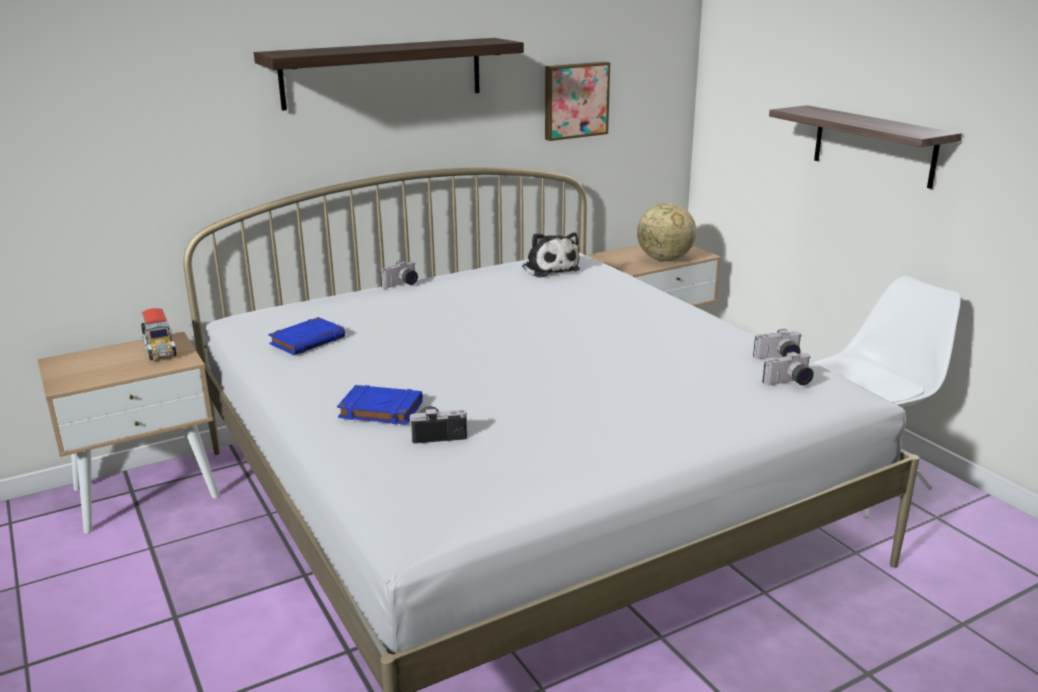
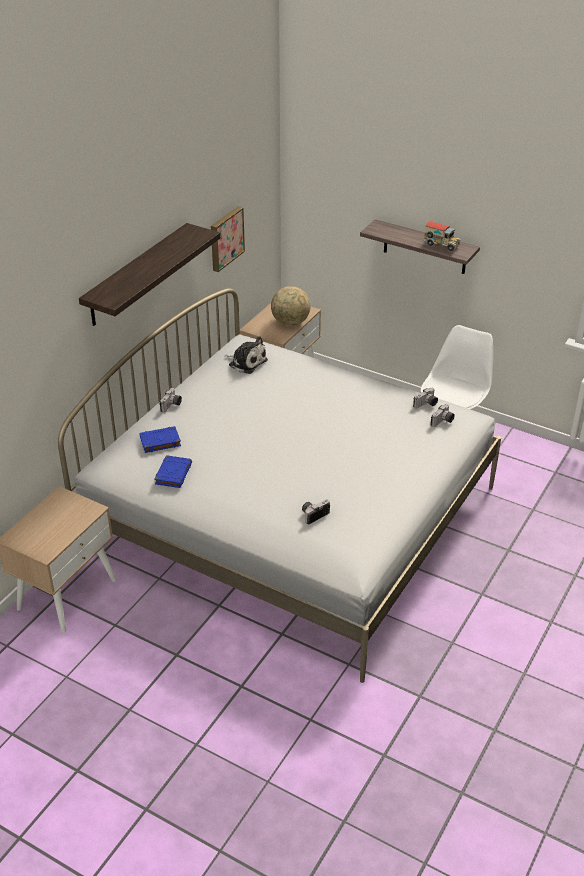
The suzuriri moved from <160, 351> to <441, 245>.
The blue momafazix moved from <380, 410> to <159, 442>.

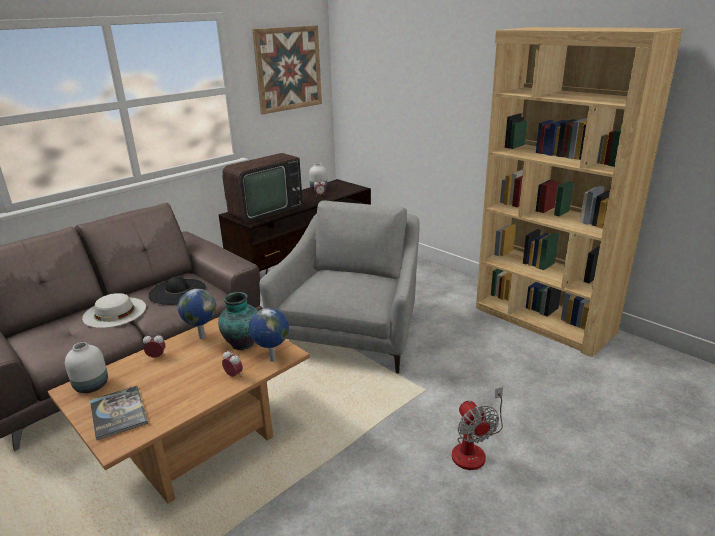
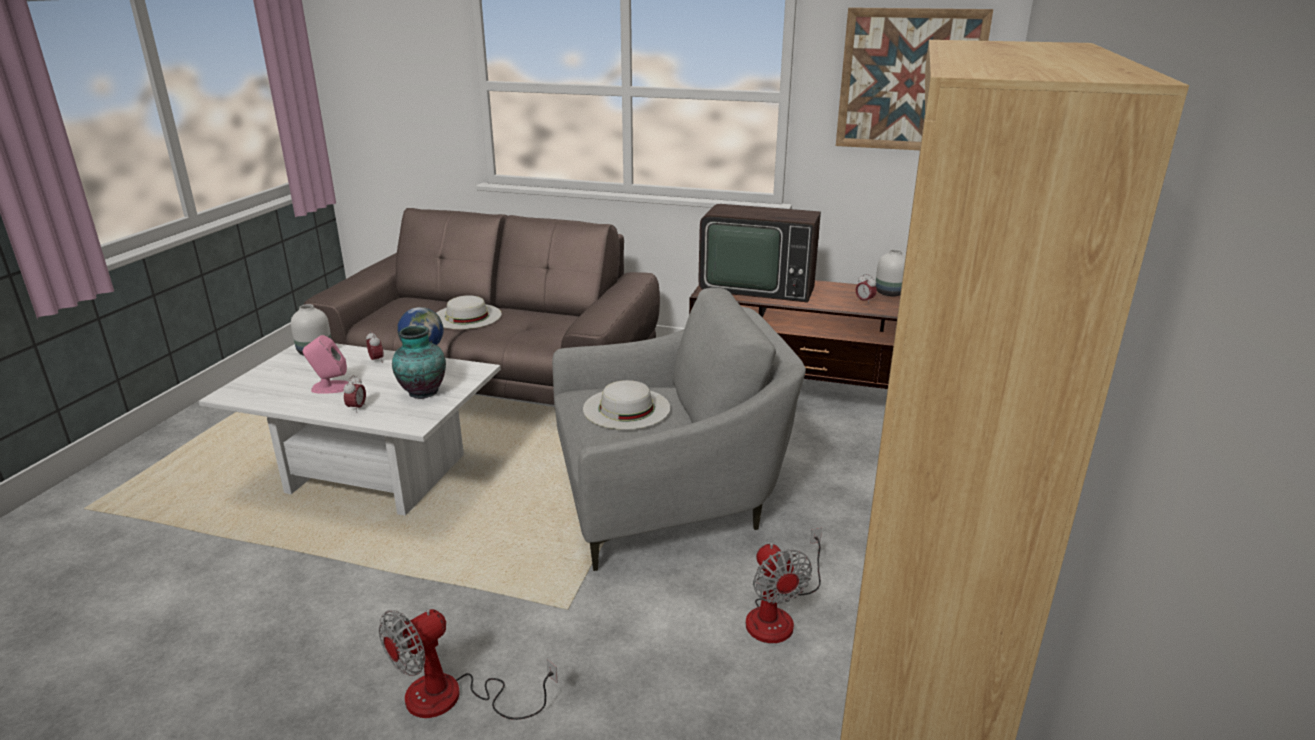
The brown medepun at <198, 446> became the white medepun at <372, 476>.
The momafazix at <118, 413> disappeared.
The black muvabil at <177, 291> disappeared.
The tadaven at <271, 360> disappeared.
The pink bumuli at <330, 387> appeared.
The white muvabil at <626, 408> appeared.
The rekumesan at <778, 615> appeared.

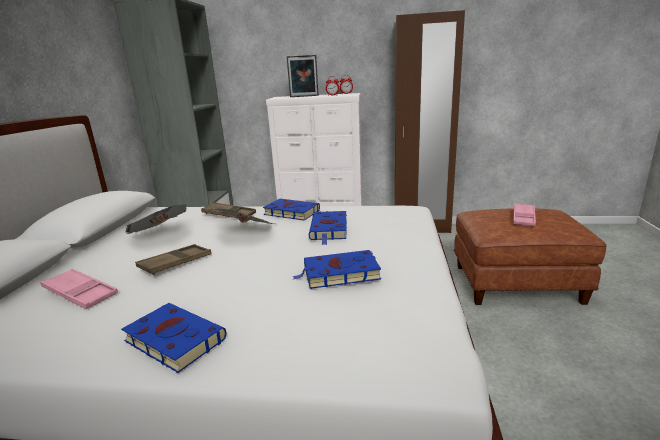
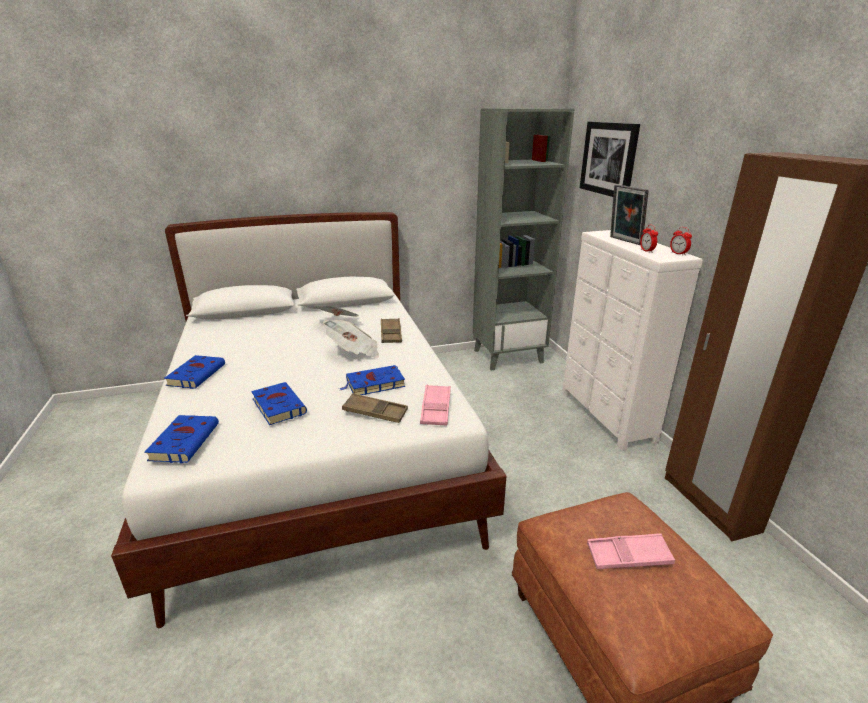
The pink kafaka moved from <80, 293> to <436, 409>.
The brown kafaka moved from <176, 263> to <375, 412>.
The blue momafazix moved from <290, 212> to <185, 441>.
The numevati at <609, 159> appeared.

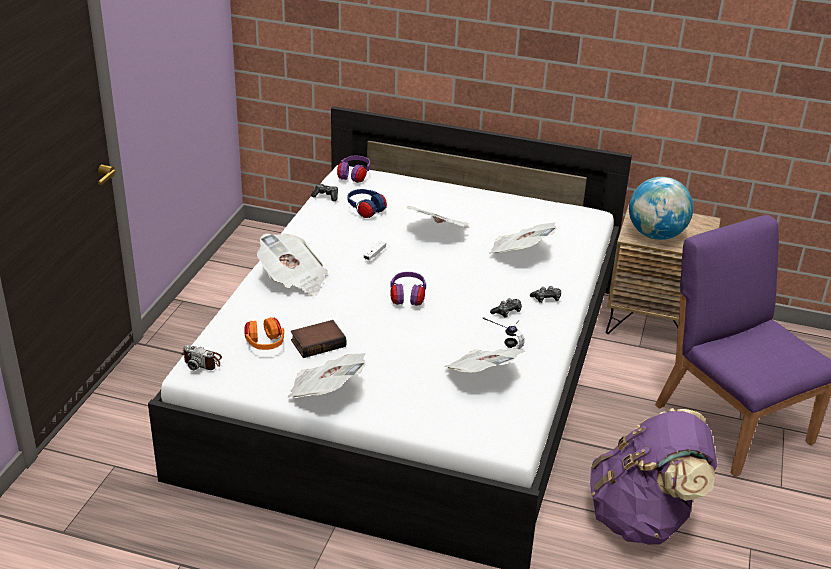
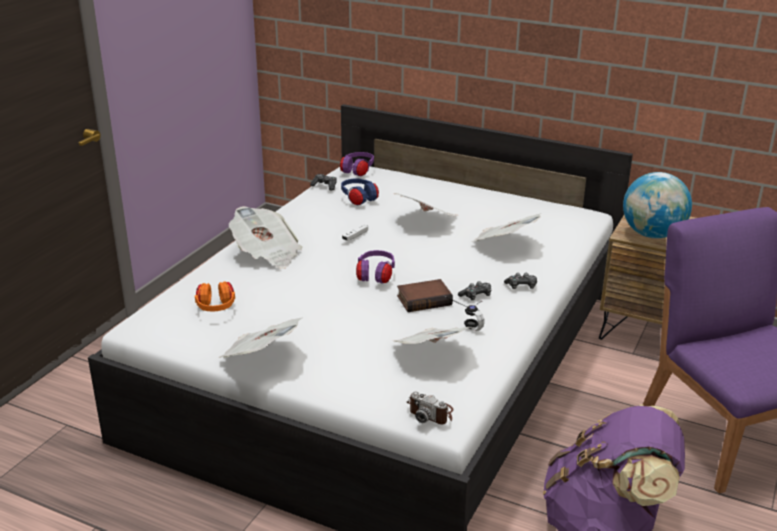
The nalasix moved from <203, 361> to <431, 412>.
The momafazix moved from <318, 342> to <424, 299>.

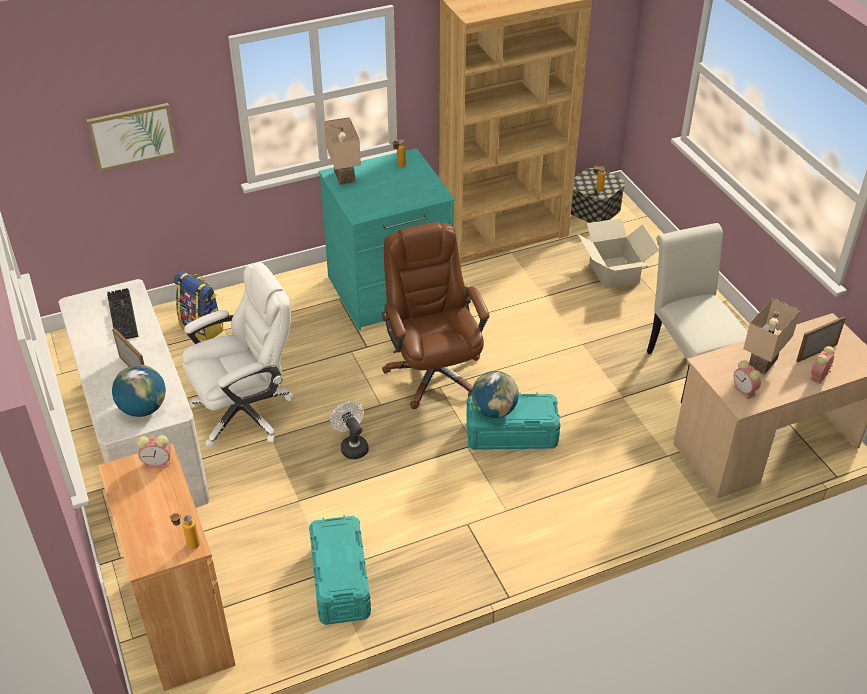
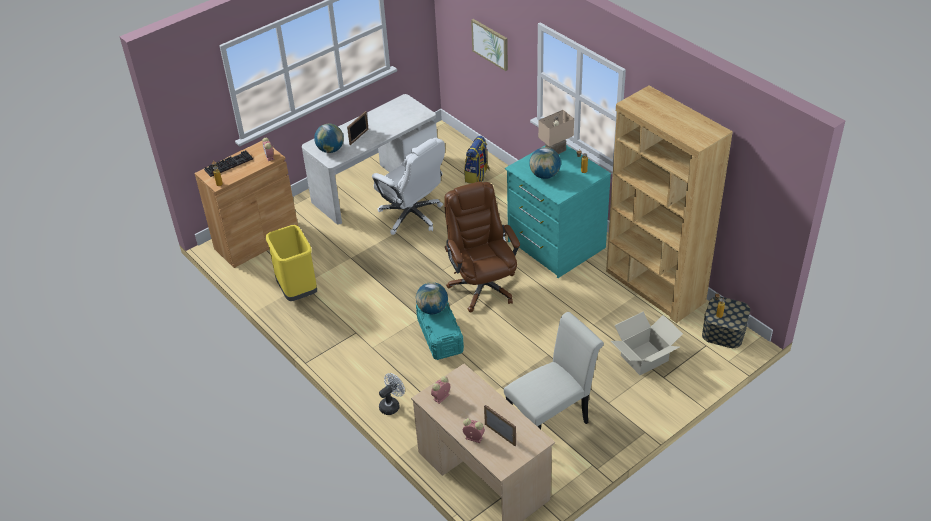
The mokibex moved from <121, 315> to <229, 164>.
The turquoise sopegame at <340, 581> was replaced by the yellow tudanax at <297, 290>.
The white rekumesan moved from <352, 446> to <392, 405>.
The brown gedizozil at <433, 373> turned 75 degrees counterclockwise.
The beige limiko at <761, 362> disappeared.
The tadaven at <544, 175> appeared.

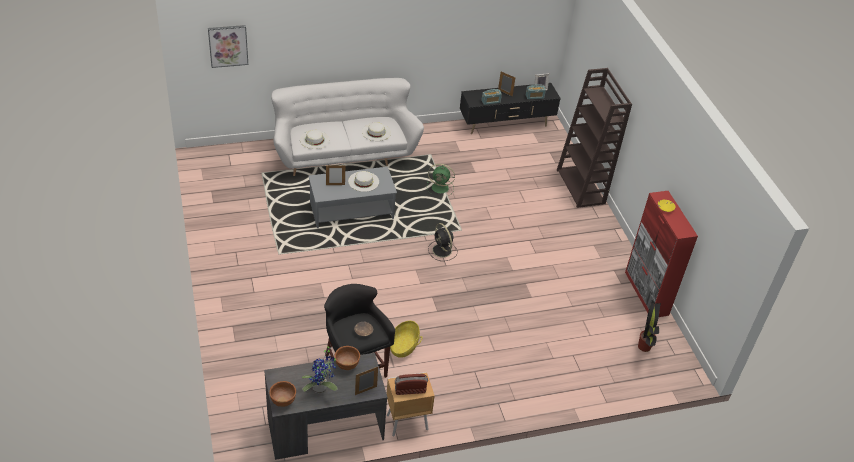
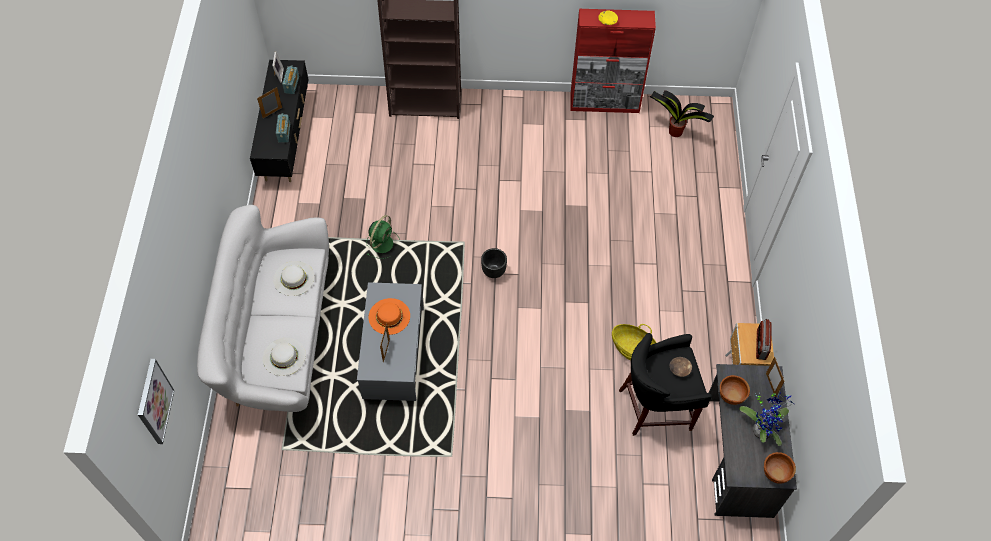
The white muvabil at <363, 181> became the orange muvabil at <389, 316>.
The black rekumesan at <442, 251> was replaced by the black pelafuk at <494, 271>.

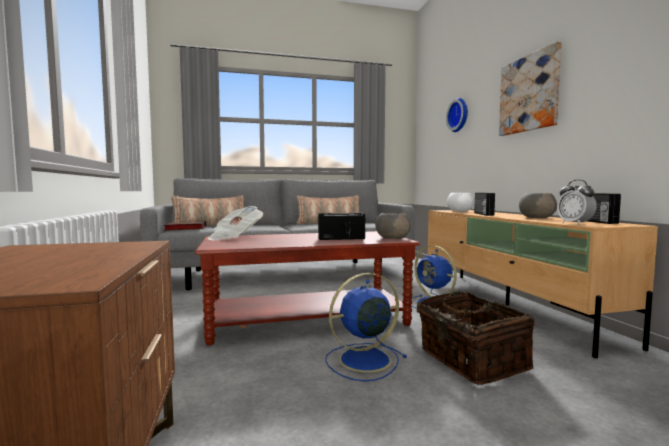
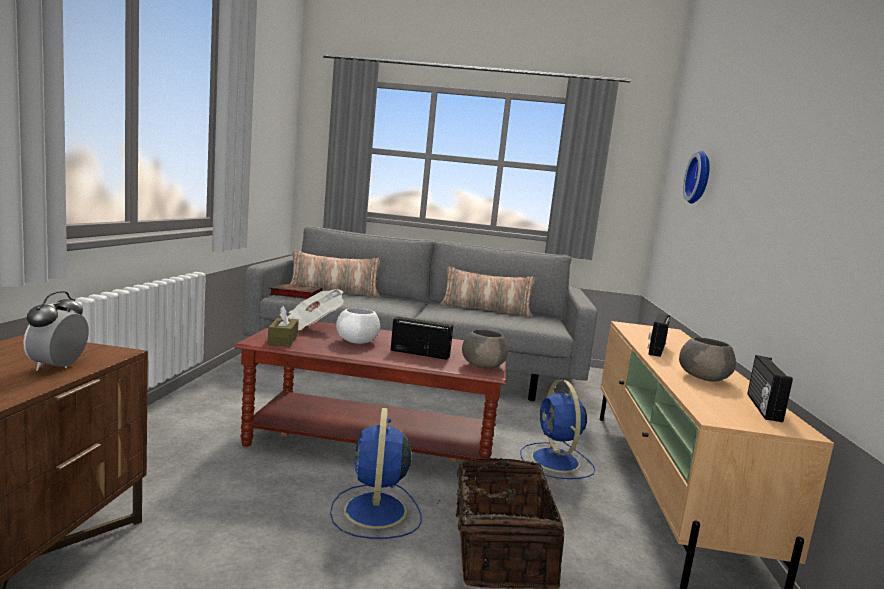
The blue rekumesan at <362, 360> turned 90 degrees counterclockwise.
The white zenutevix moved from <460, 211> to <358, 341>.
The numevati at <529, 93> disappeared.
The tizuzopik moved from <575, 224> to <58, 367>.
The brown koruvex at <283, 340> appeared.

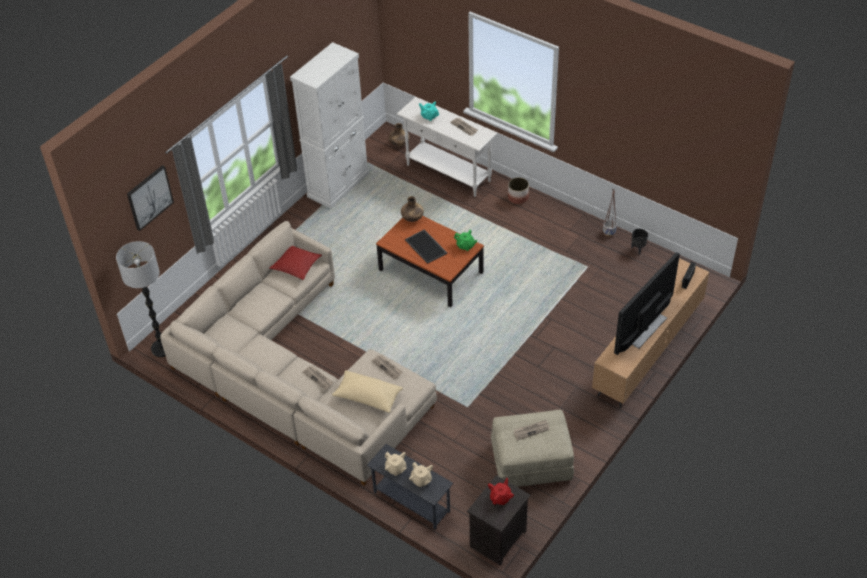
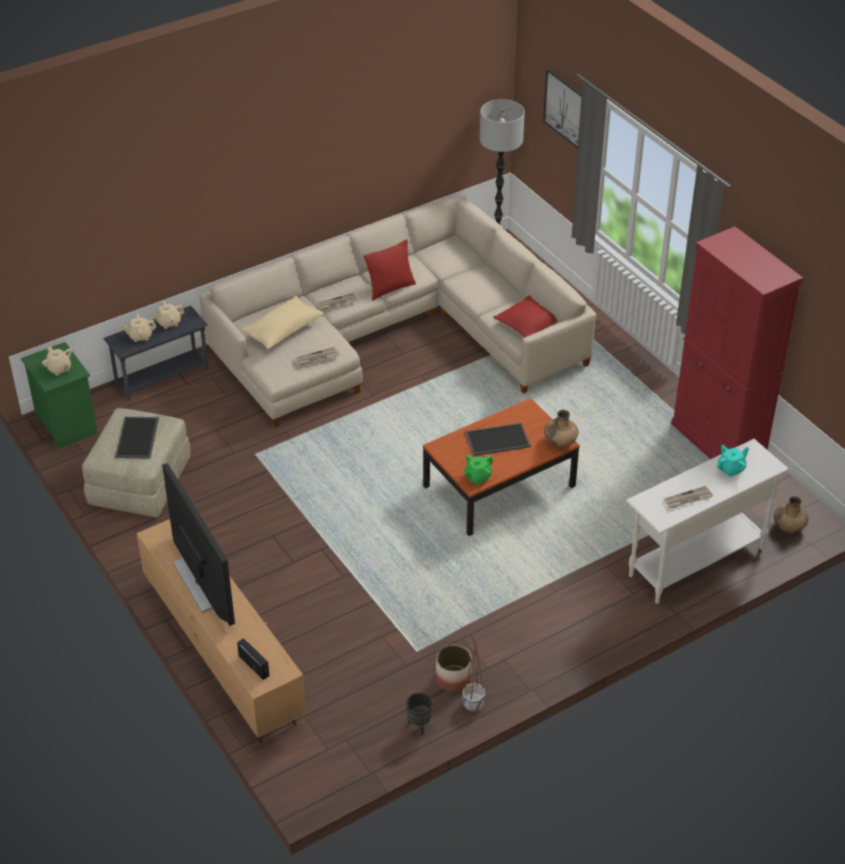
The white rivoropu at <338, 185> became the red rivoropu at <718, 442>.
The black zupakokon at <498, 540> became the green zupakokon at <65, 425>.
The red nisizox at <500, 497> became the beige nisizox at <59, 369>.
The pelafuk moved from <518, 198> to <453, 679>.
The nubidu at <531, 430> was replaced by the kafaka at <138, 438>.
The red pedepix at <390, 288> appeared.

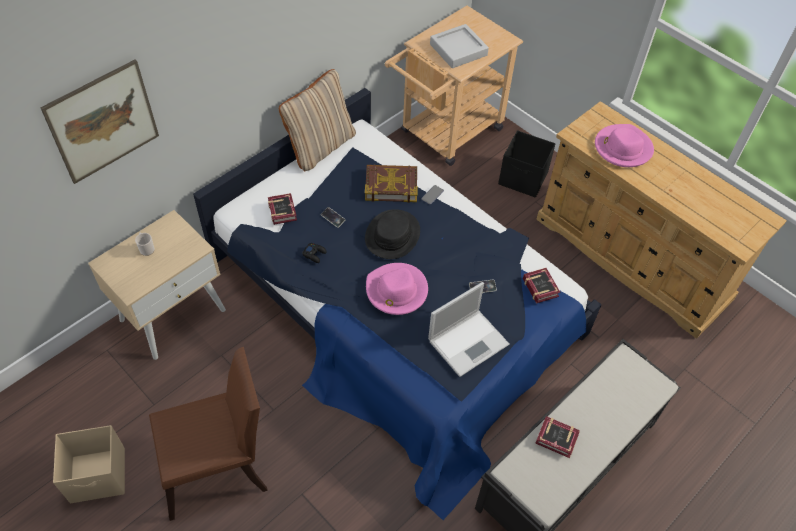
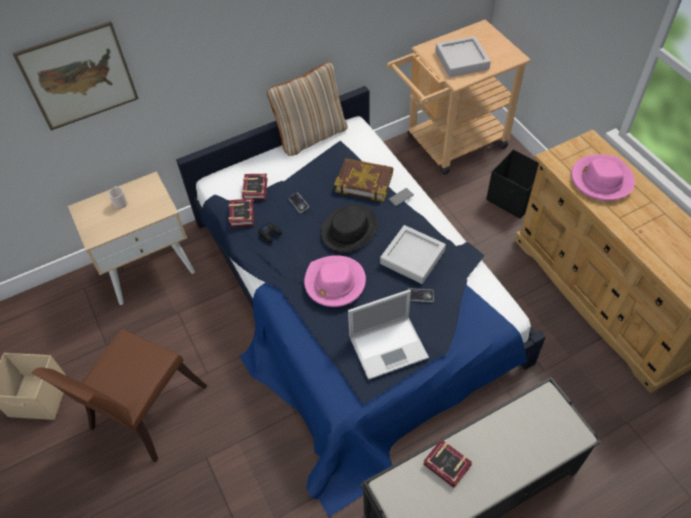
The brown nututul at <219, 465> turned 120 degrees clockwise.
The momafazix moved from <540, 286> to <243, 214>.
The grey kafaka at <412, 257> appeared.

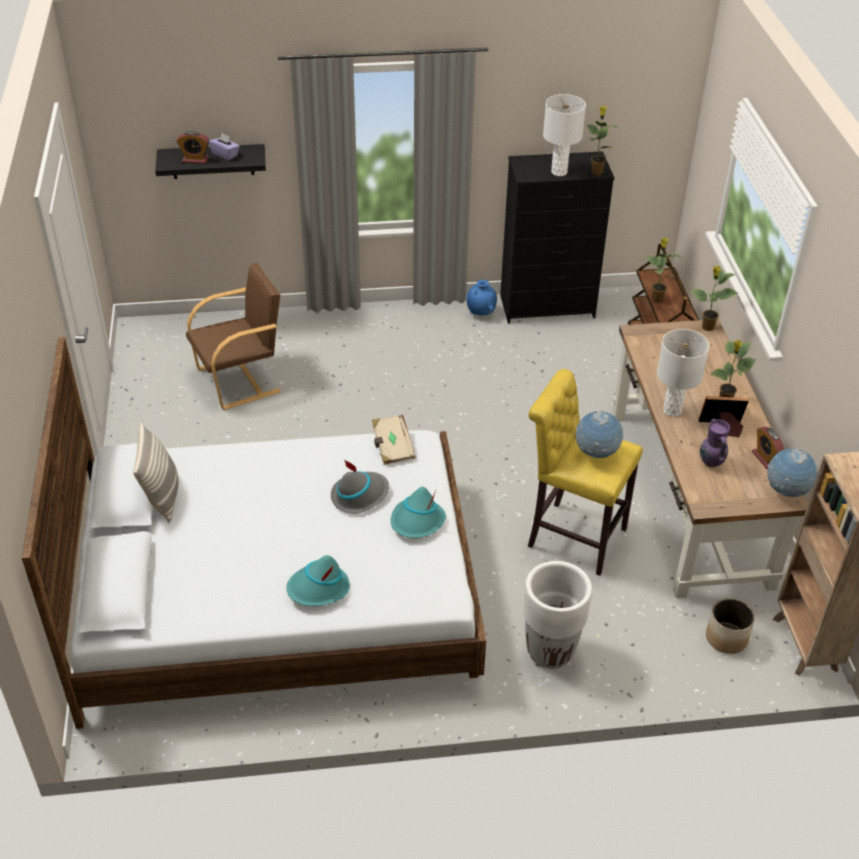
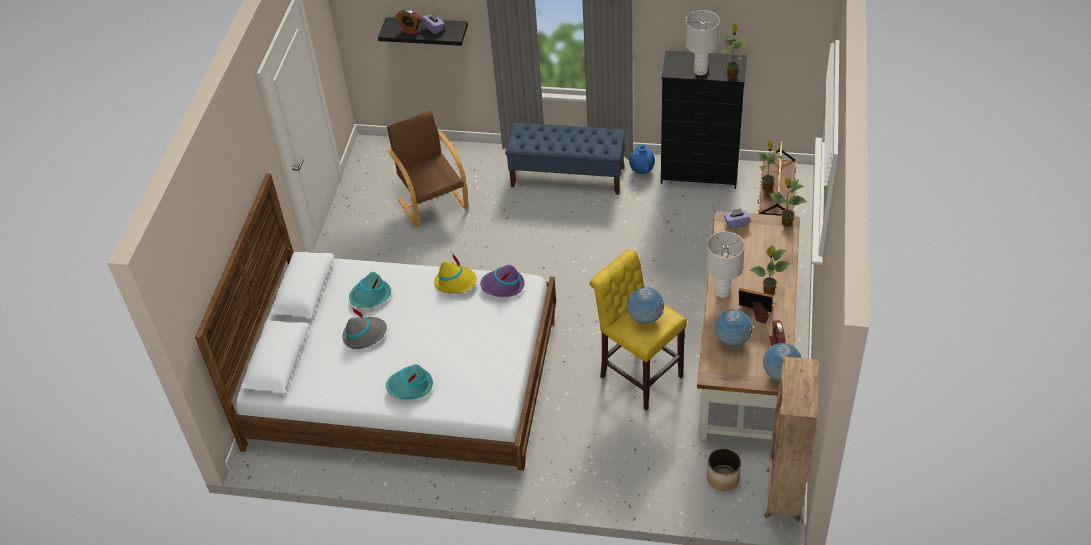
The pedepix at <162, 497> disappeared.
The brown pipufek at <240, 380> turned 105 degrees counterclockwise.
The grey muvabil moved from <359, 495> to <364, 334>.
The beige momafazix at <392, 447> was replaced by the purple muvabil at <503, 285>.
The turquoise muvabil moved from <417, 522> to <370, 296>.
The white pelafuk at <550, 651> disappeared.
The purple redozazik at <711, 463> was replaced by the tadaven at <732, 341>.
The yellow muvabil at <456, 282> appeared.
The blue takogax at <568, 177> appeared.
The purple koruvex at <736, 223> appeared.

